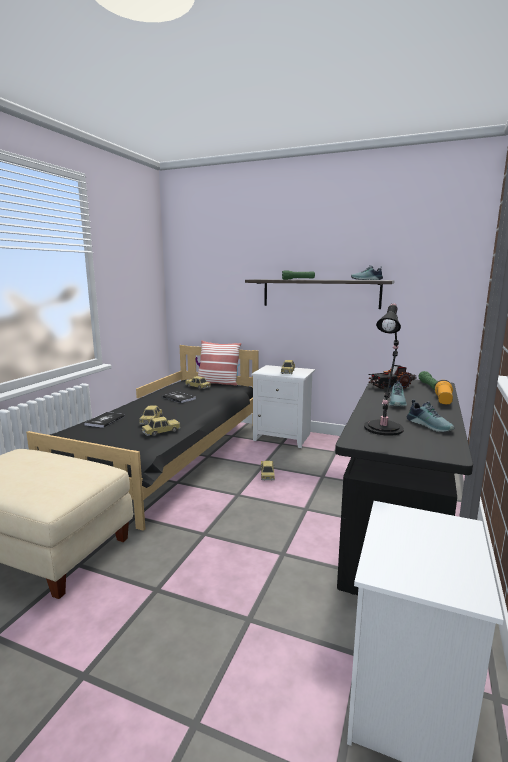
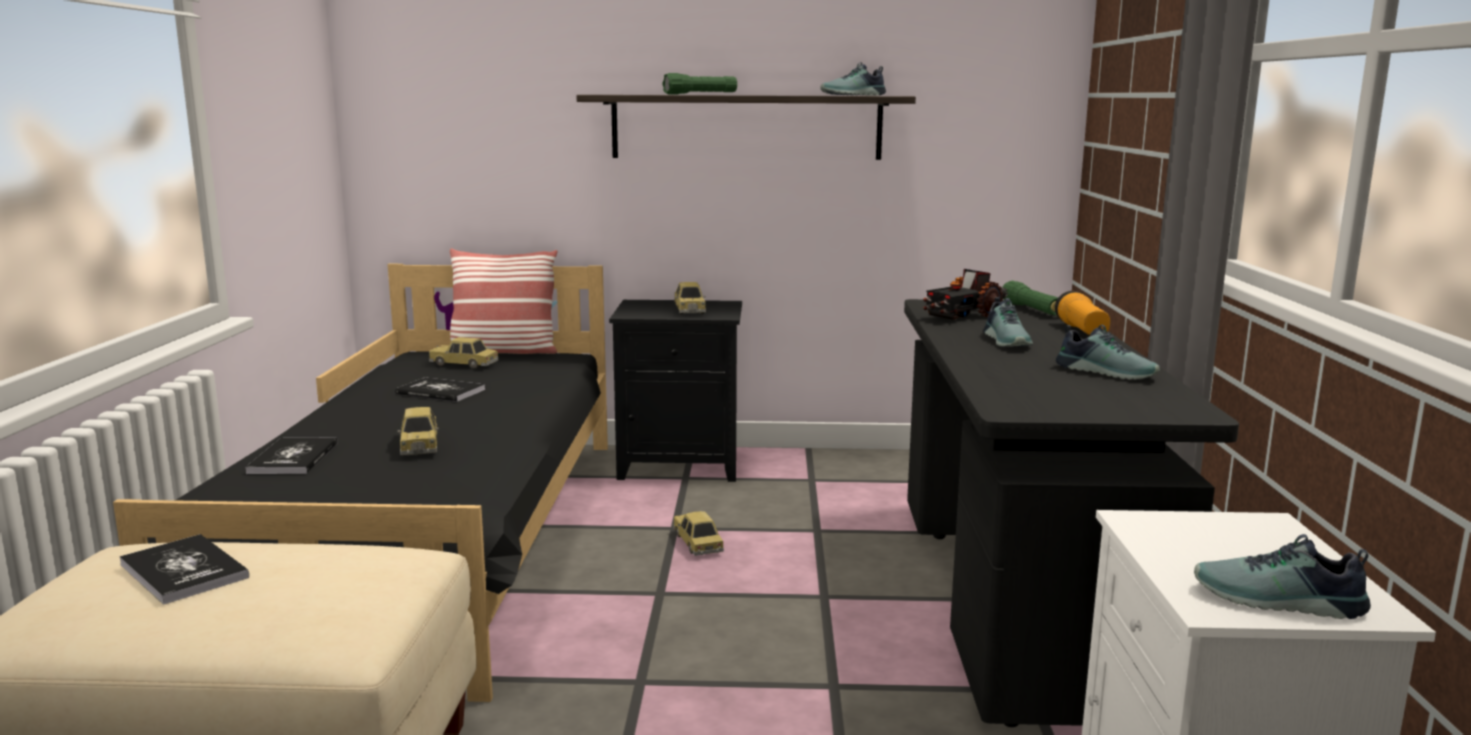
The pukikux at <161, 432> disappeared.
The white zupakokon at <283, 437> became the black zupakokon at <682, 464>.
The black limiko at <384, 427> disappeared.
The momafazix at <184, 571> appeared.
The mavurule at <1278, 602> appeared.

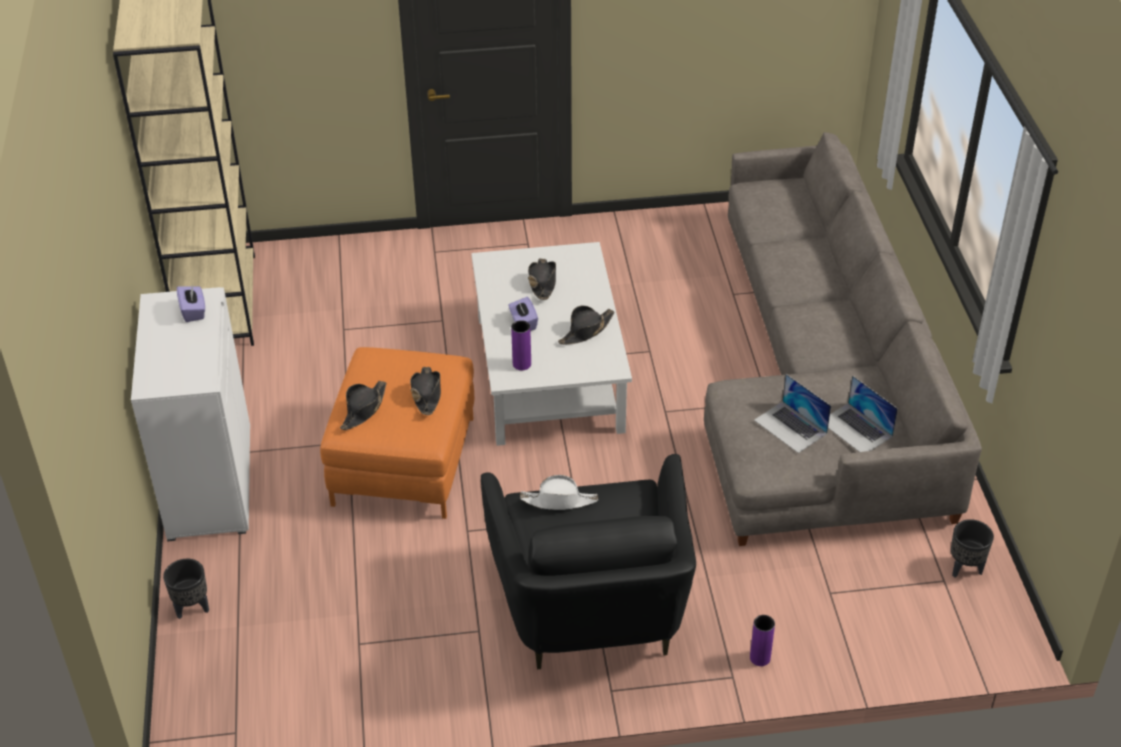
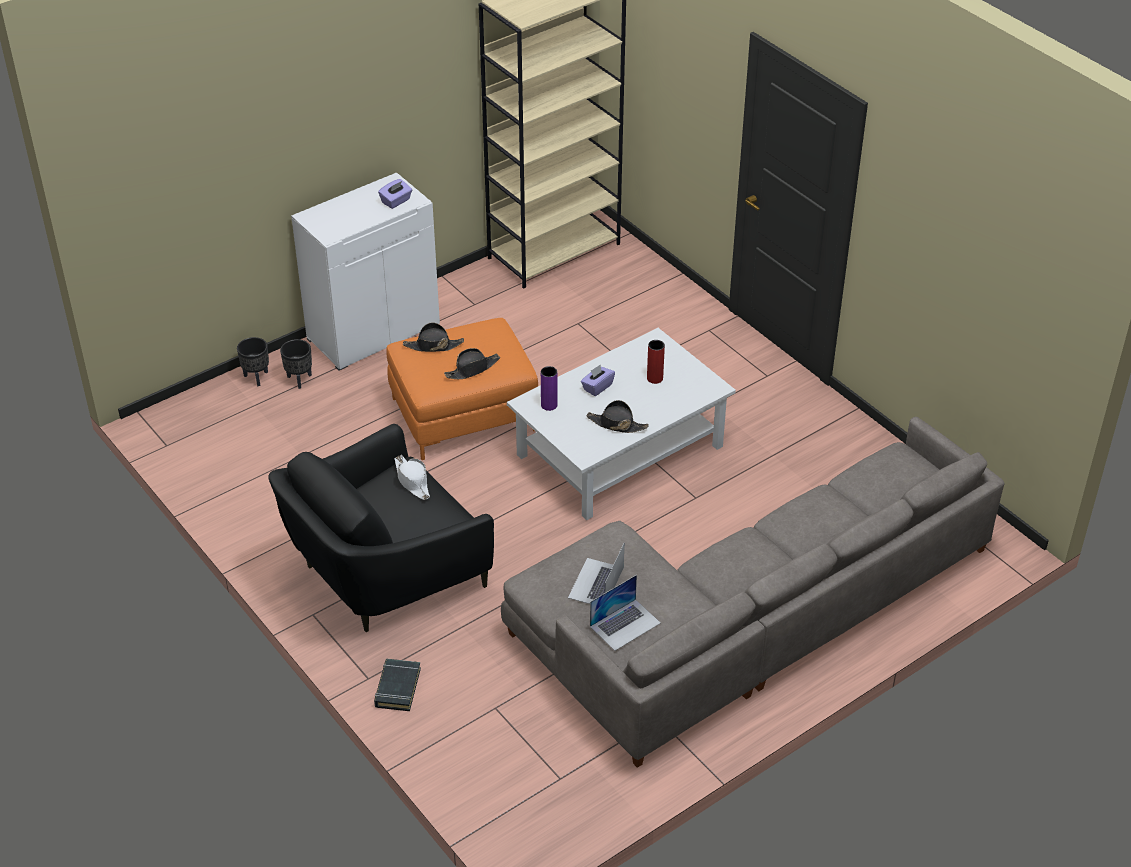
The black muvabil at <542, 282> was replaced by the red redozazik at <654, 378>.
The purple redozazik at <760, 658> was replaced by the black momafazix at <397, 688>.
The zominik at <856, 429> turned 150 degrees counterclockwise.
The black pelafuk moved from <965, 568> to <299, 380>.

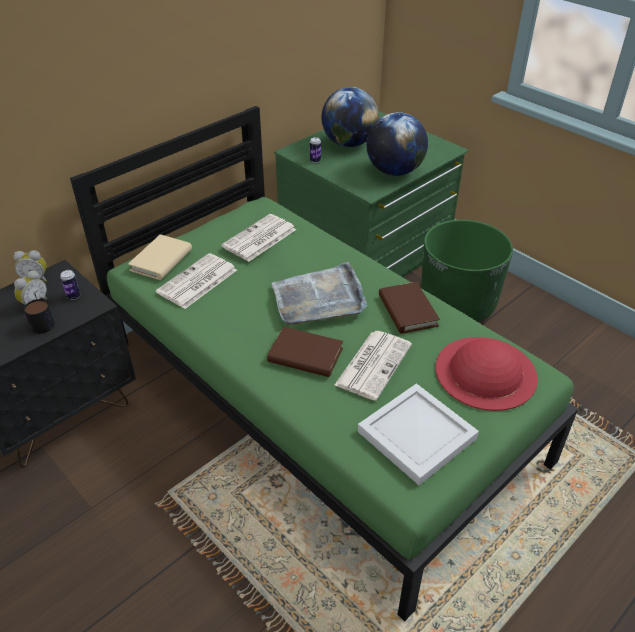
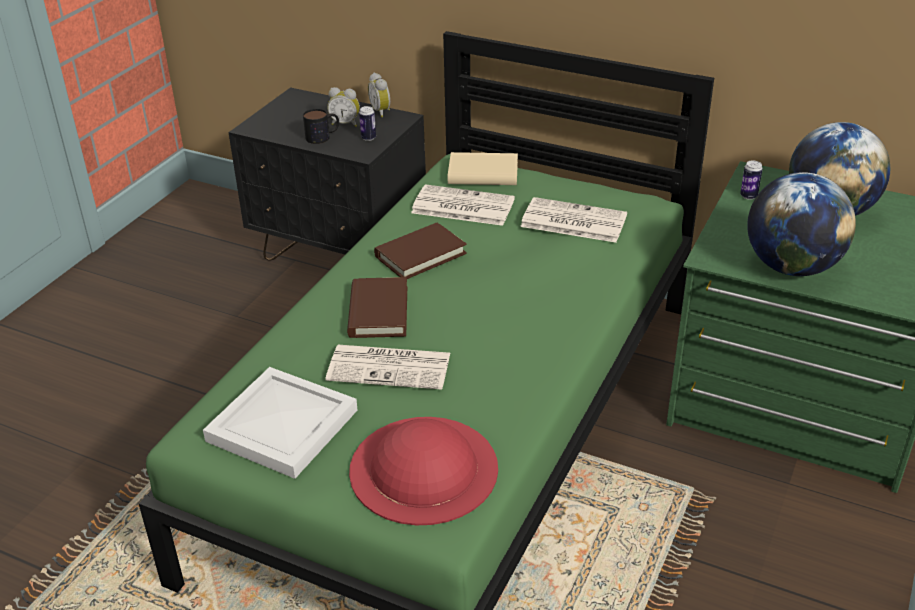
The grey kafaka at <319, 298> disappeared.
The brown momafazix moved from <407, 310> to <420, 255>.
The green pelafuk at <457, 304> disappeared.

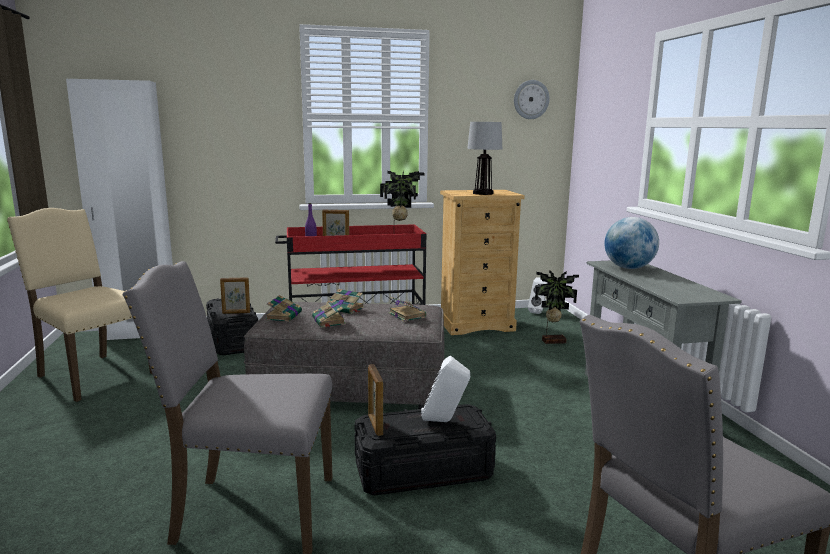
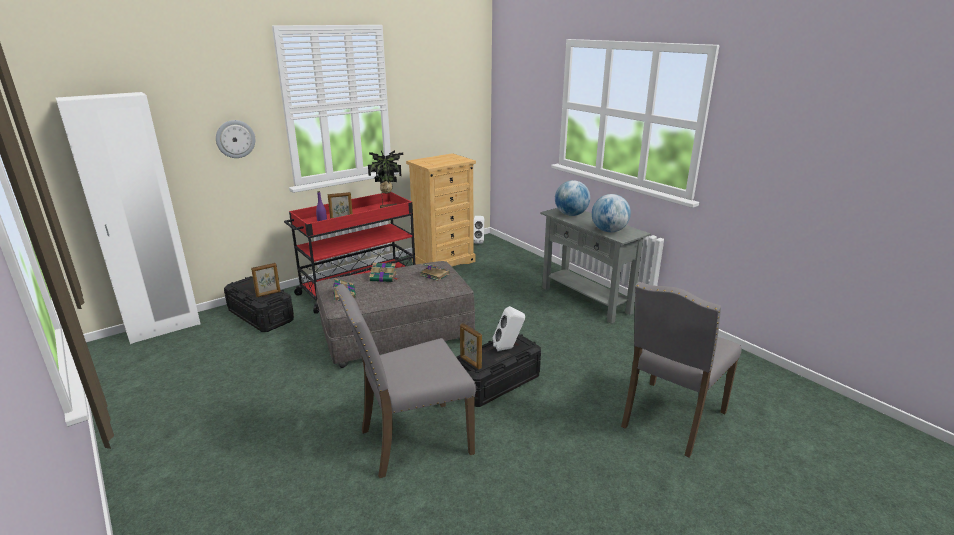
The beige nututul at <93, 375> disappeared.
The momafazix at <329, 321> disappeared.
The limiko at <482, 193> disappeared.
The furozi moved from <531, 99> to <235, 139>.
The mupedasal at <552, 341> disappeared.
The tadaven at <609, 231> appeared.

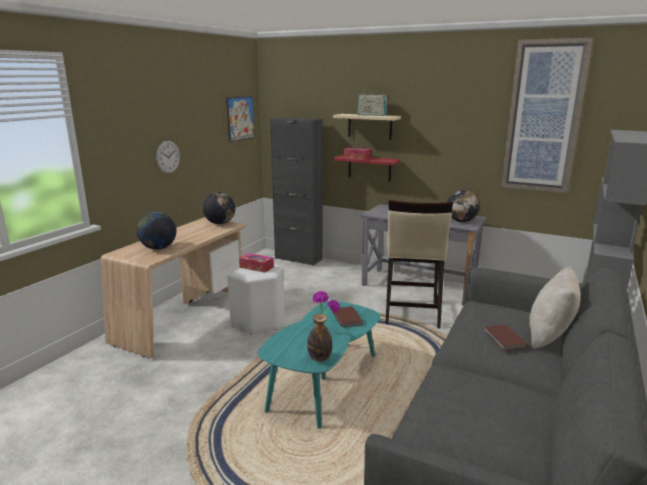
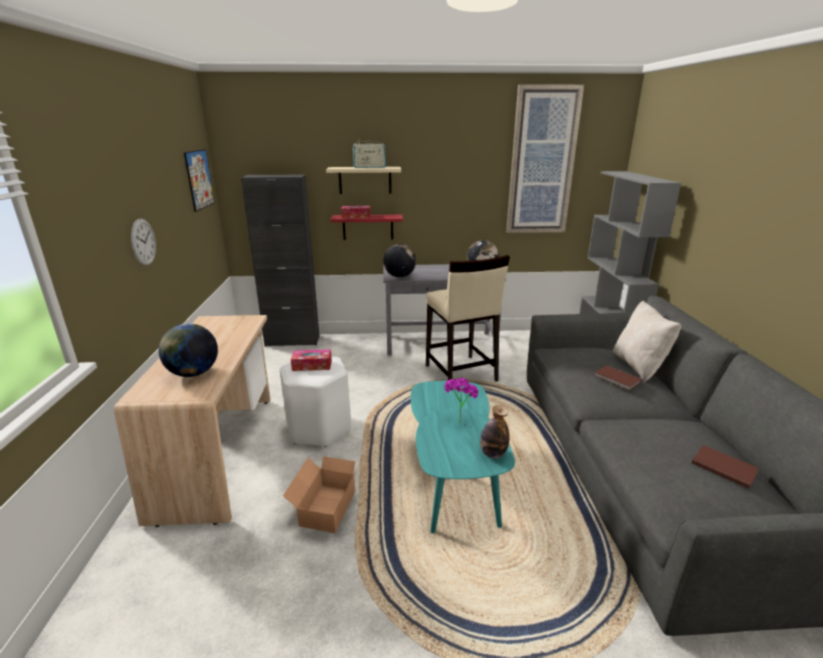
The tadaven moved from <220, 223> to <399, 276>.
The brown momafazix moved from <347, 317> to <723, 467>.
The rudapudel at <325, 509> appeared.

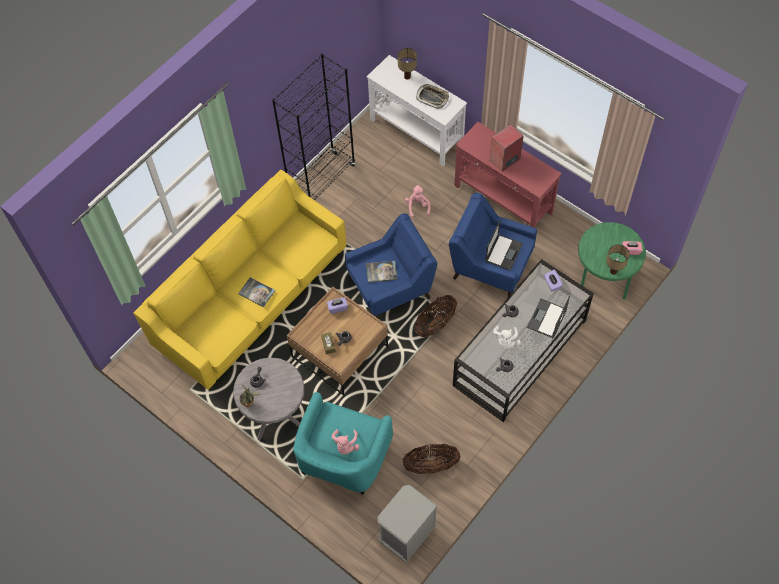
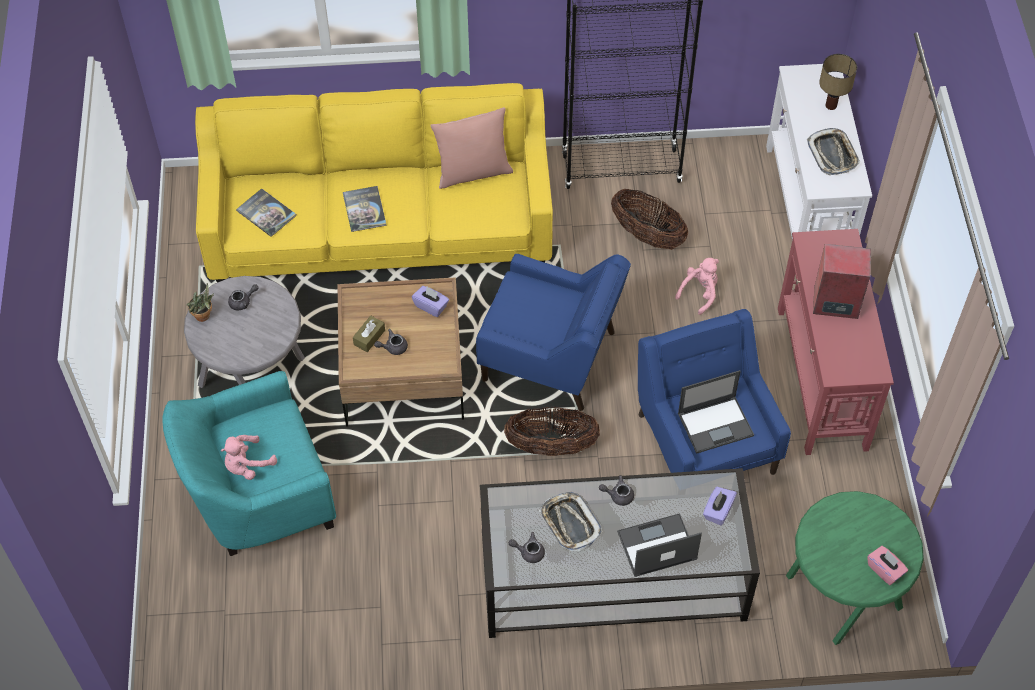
The momafazix moved from <381, 272> to <266, 213>.
The grey zupakokon at <406, 536> disappeared.
The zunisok moved from <431, 465> to <647, 235>.
The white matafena at <506, 341> was replaced by the kafaka at <570, 524>.
The limiko at <613, 271> disappeared.
The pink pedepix at <473, 172> appeared.

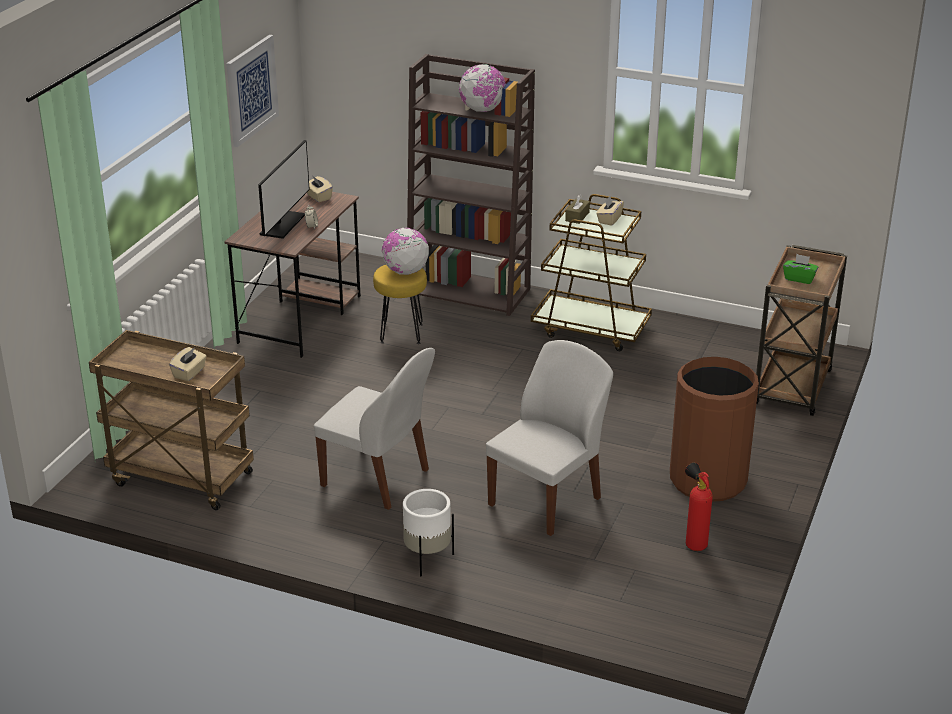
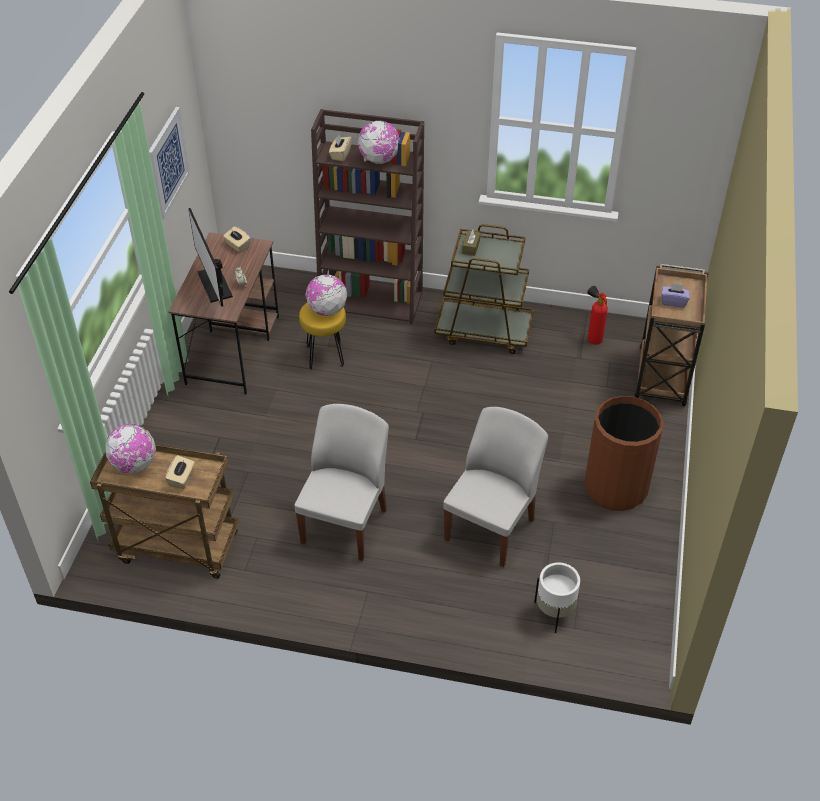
The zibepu at <282, 225> turned 150 degrees clockwise.
The white nututul at <377, 479> turned 90 degrees counterclockwise.
The white pelafuk moved from <427, 559> to <554, 613>.
The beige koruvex moved from <609, 219> to <340, 154>.
The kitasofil moved from <693, 543> to <592, 338>.
The green koruvex at <799, 278> became the purple koruvex at <673, 302>.
The tadaven at <134, 465> appeared.

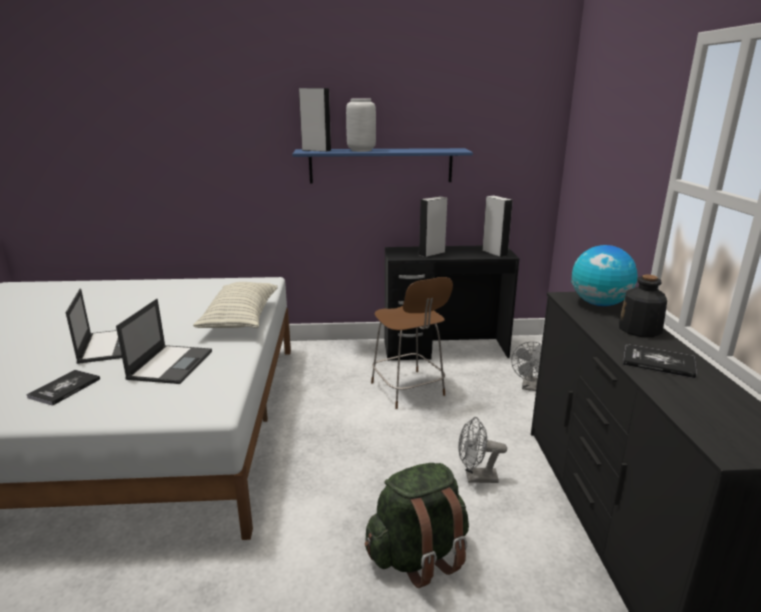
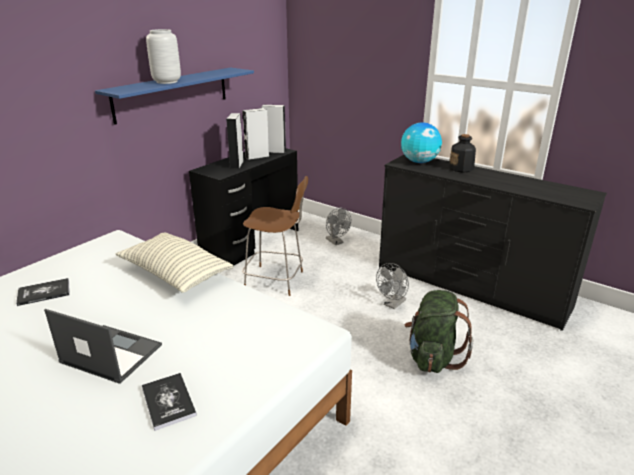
The zominik at <171, 364> disappeared.
The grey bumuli moved from <316, 150> to <257, 157>.
The momafazix moved from <658, 362> to <44, 293>.

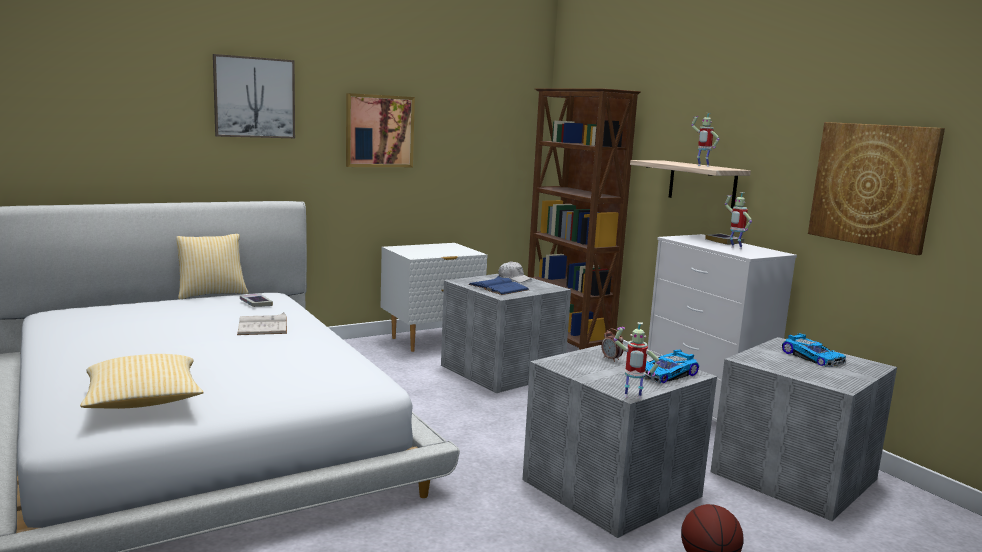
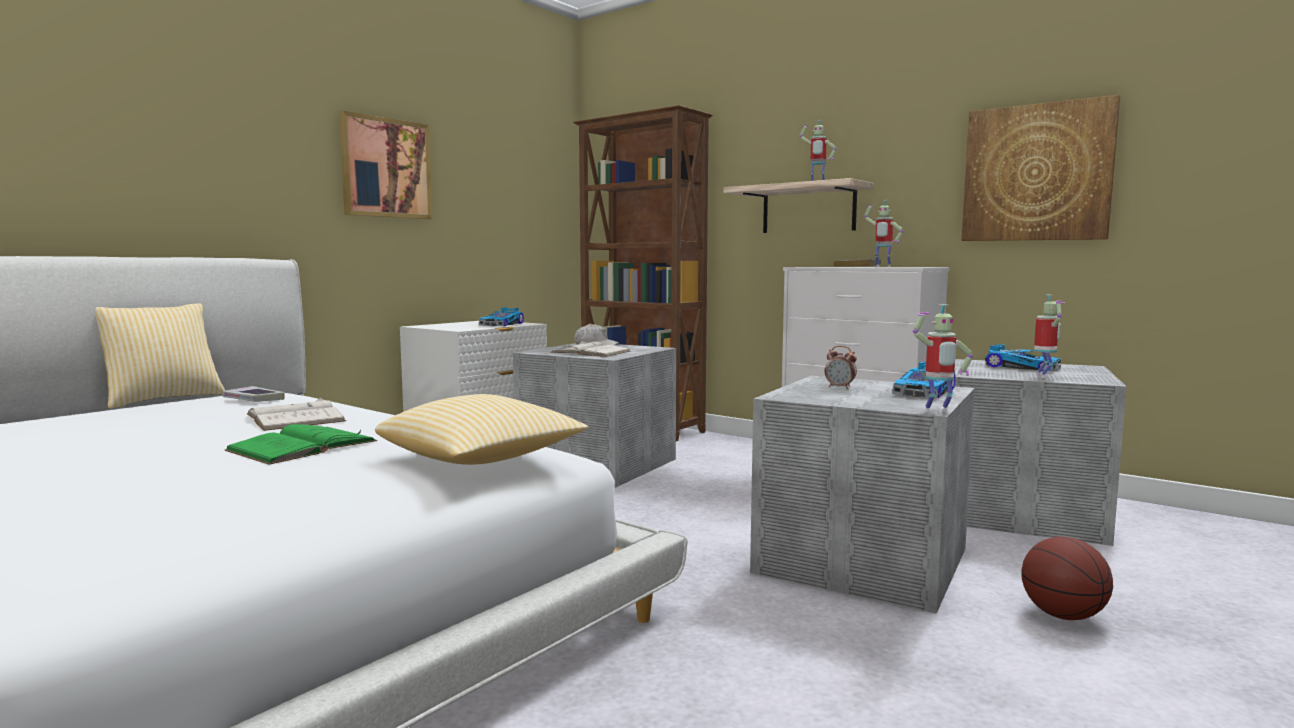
The pedepix moved from <143, 401> to <481, 459>.
The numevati at <254, 97> disappeared.
The blue momafazix at <498, 287> became the white momafazix at <590, 352>.
The green momafazix at <302, 446> appeared.
The pukikux at <503, 324> appeared.
The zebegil at <1044, 376> appeared.

